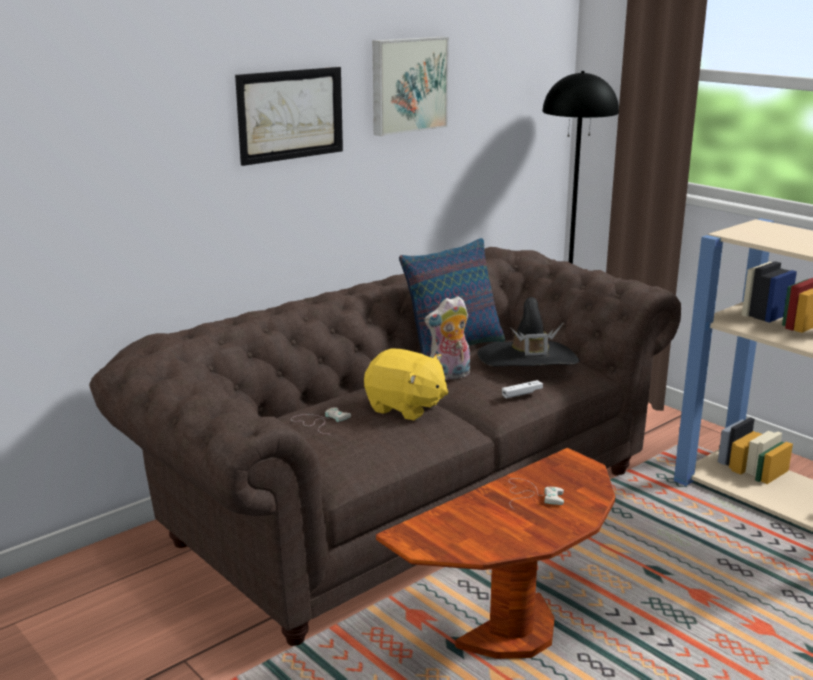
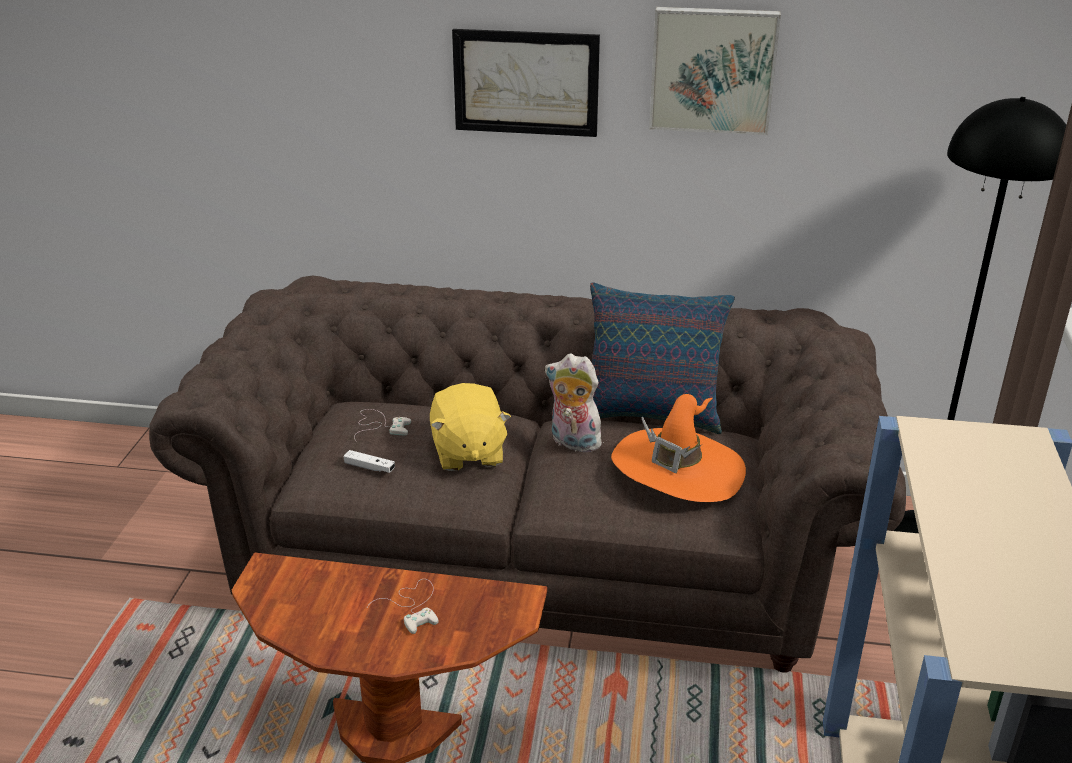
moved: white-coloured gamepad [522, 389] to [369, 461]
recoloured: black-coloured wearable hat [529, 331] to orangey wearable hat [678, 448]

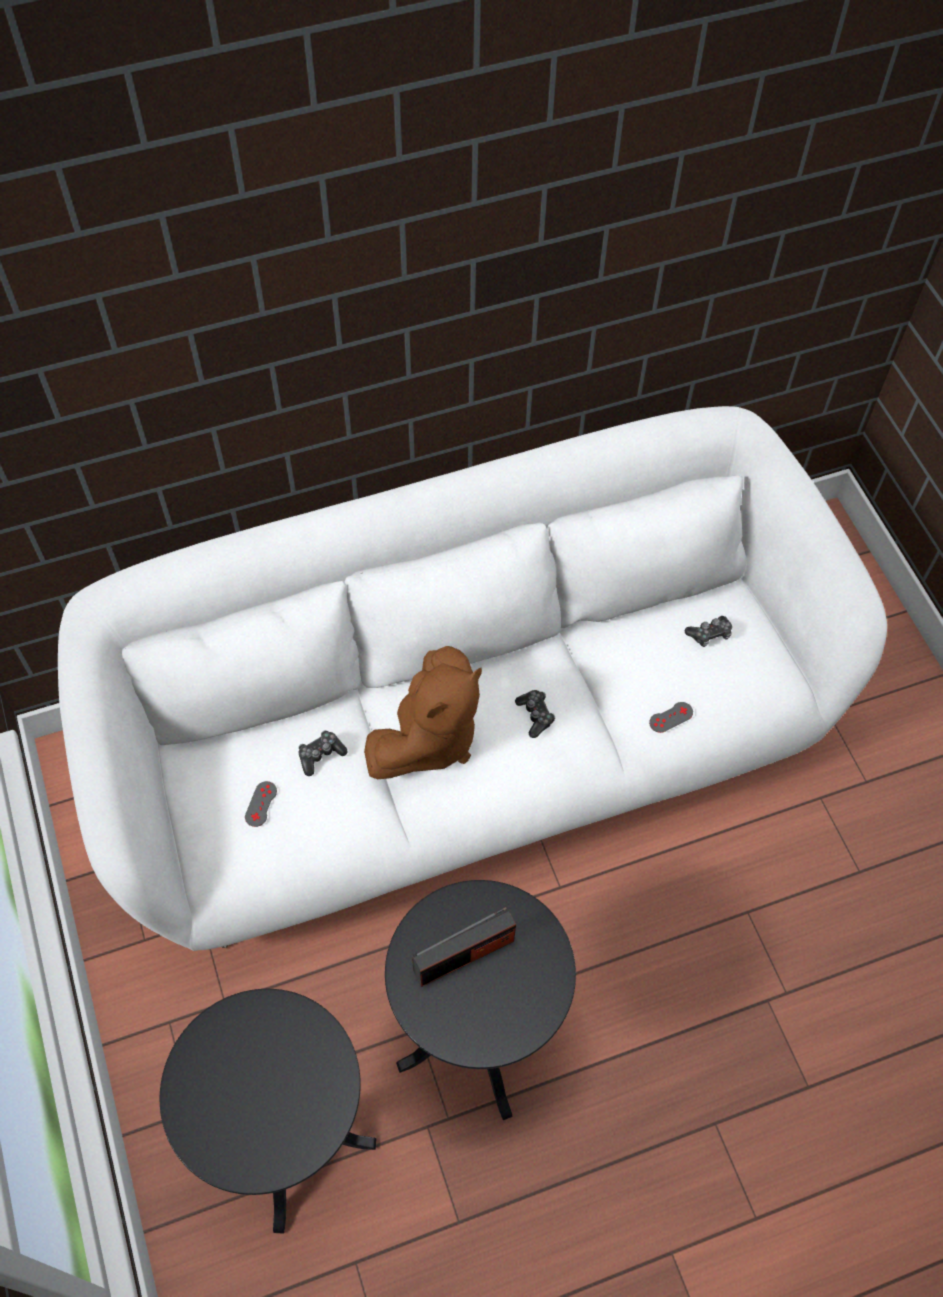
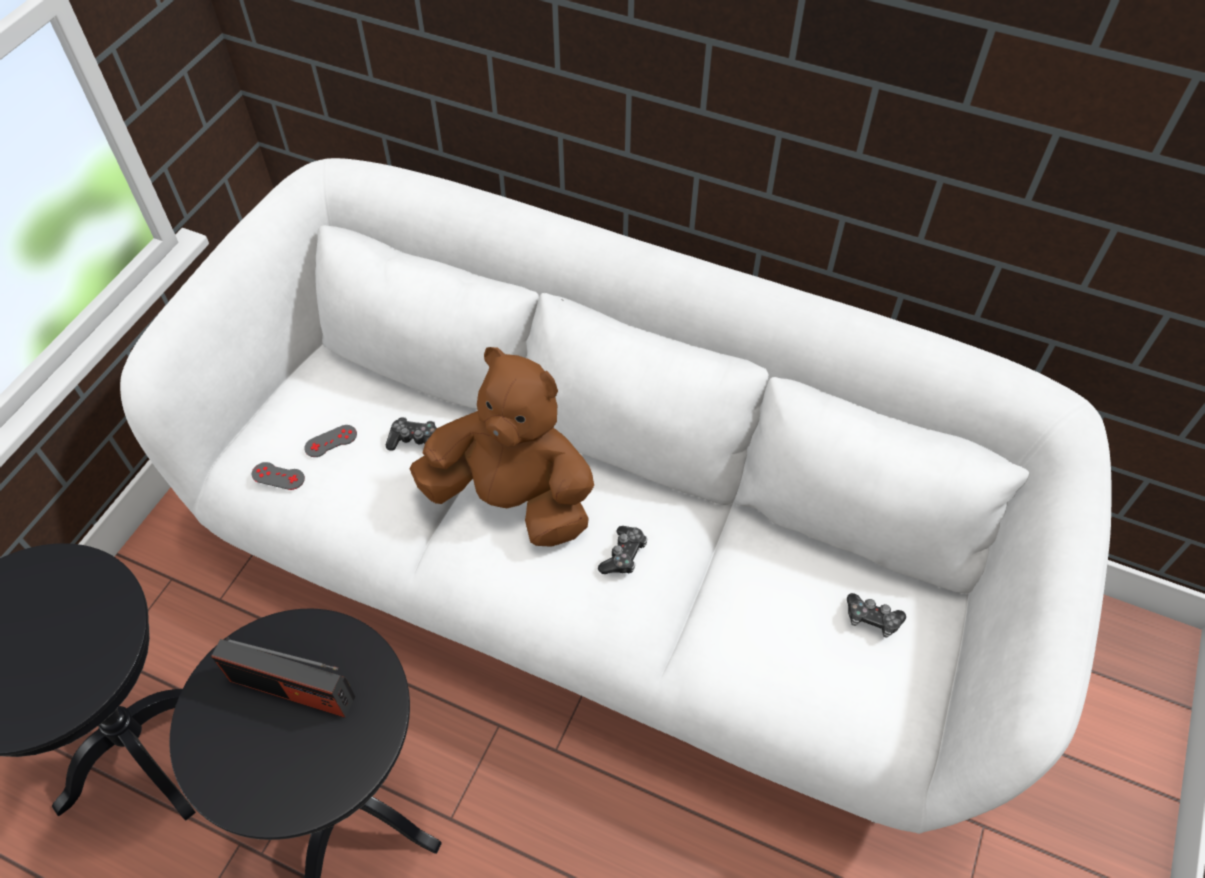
moved: grey gamepad [671, 717] to [278, 476]
turned: brownish plush toy [423, 712] = [502, 447] 150 degrees counterclockwise

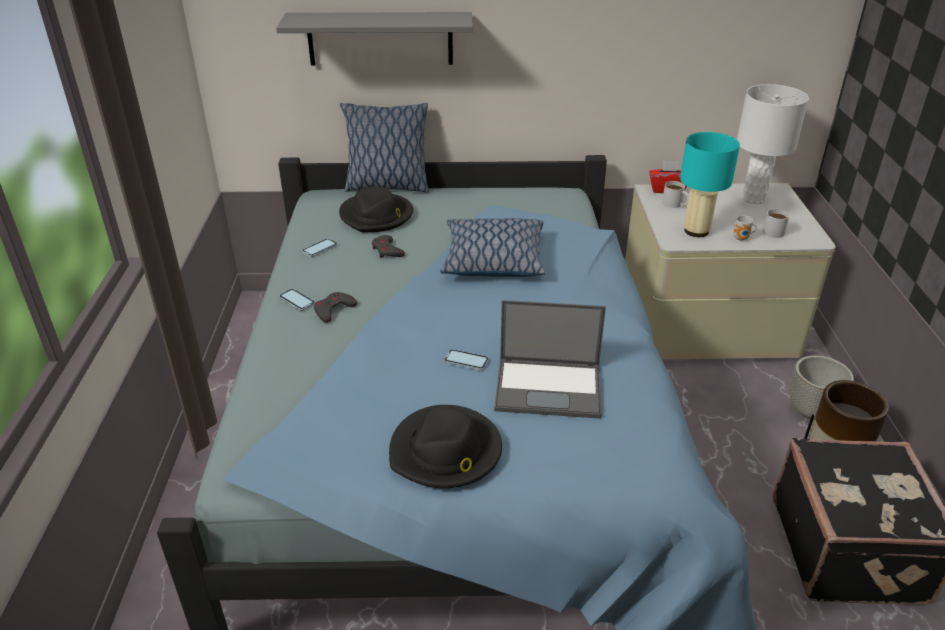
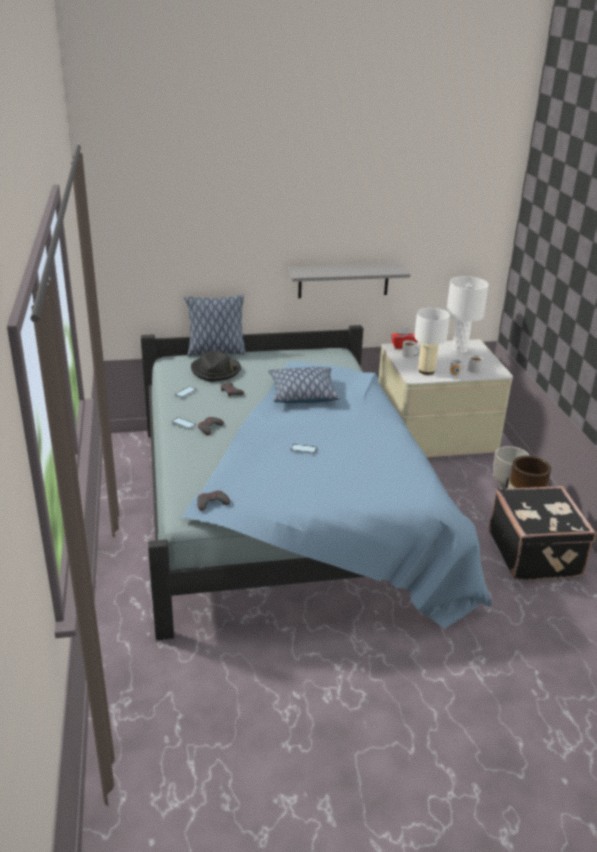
removed: black-coloured wearable hat [445, 446]; laptop [550, 359]
added: grey gamepad [213, 501]
moved: grey bracket shelf [374, 39] to [348, 280]
recoloured: blue-green lamp for a table [710, 184] to white-coloured lamp for a table [432, 341]

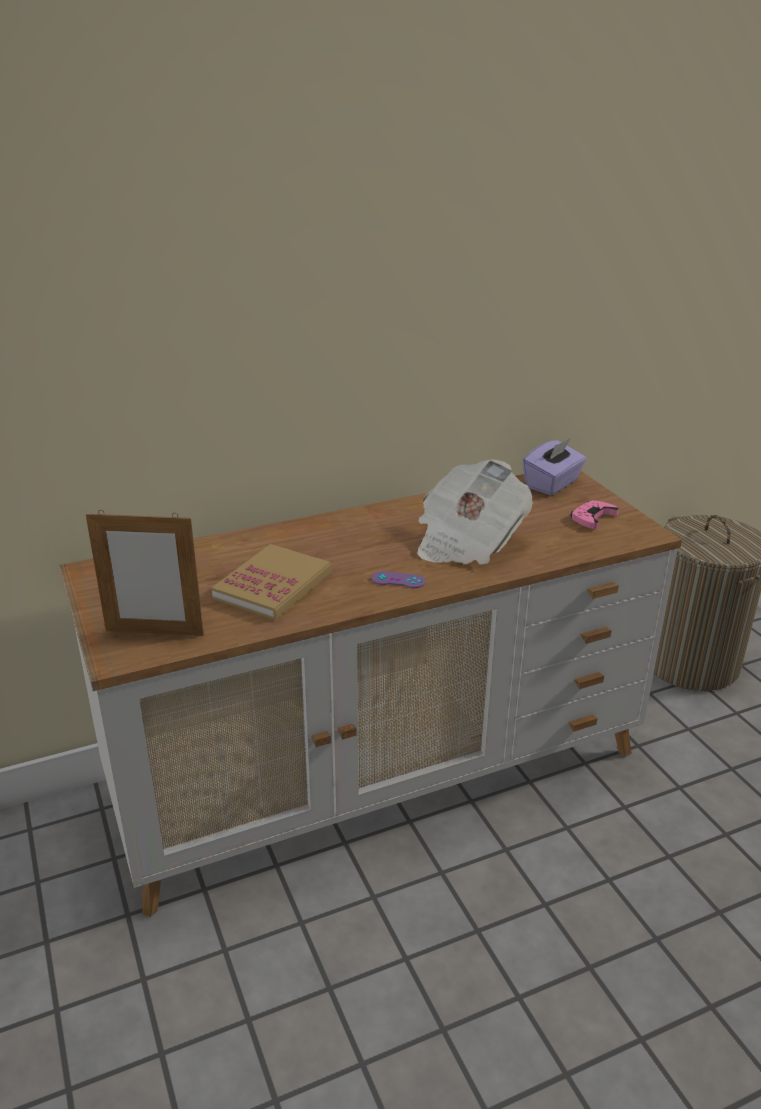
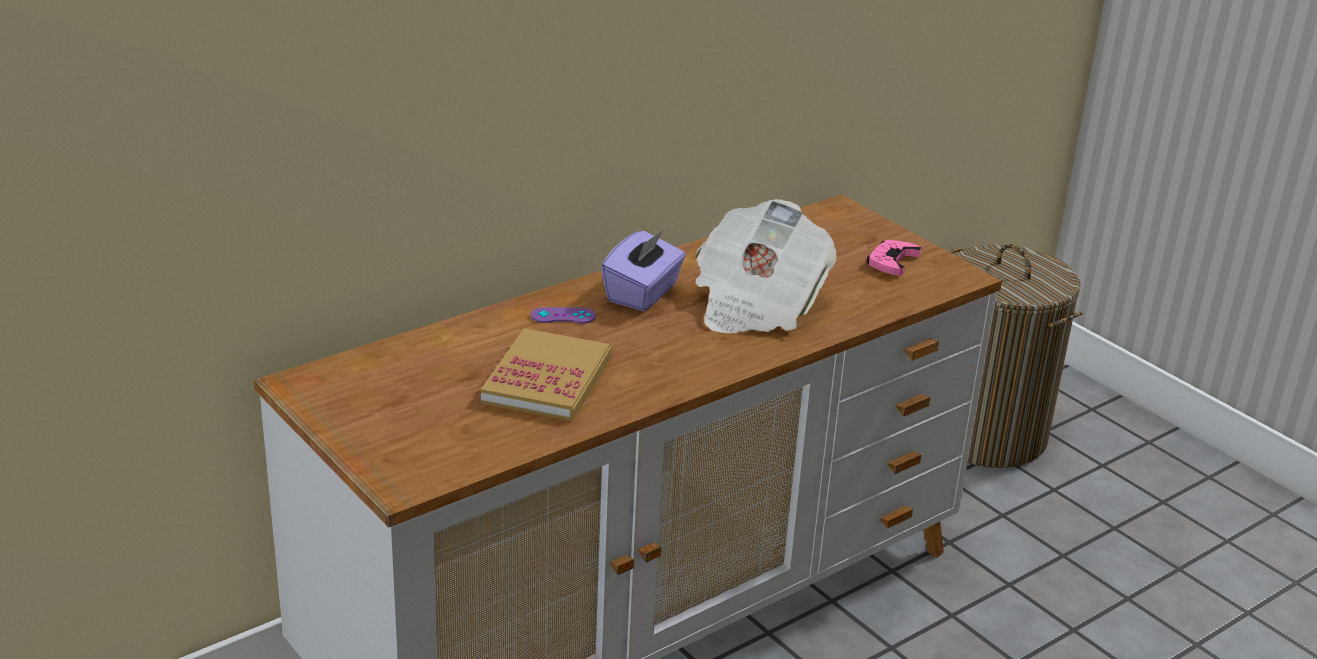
removed: photo frame [145, 573]
moved: purple-coloured gamepad [398, 579] to [563, 315]; purple-coloured tissue box [554, 466] to [643, 270]

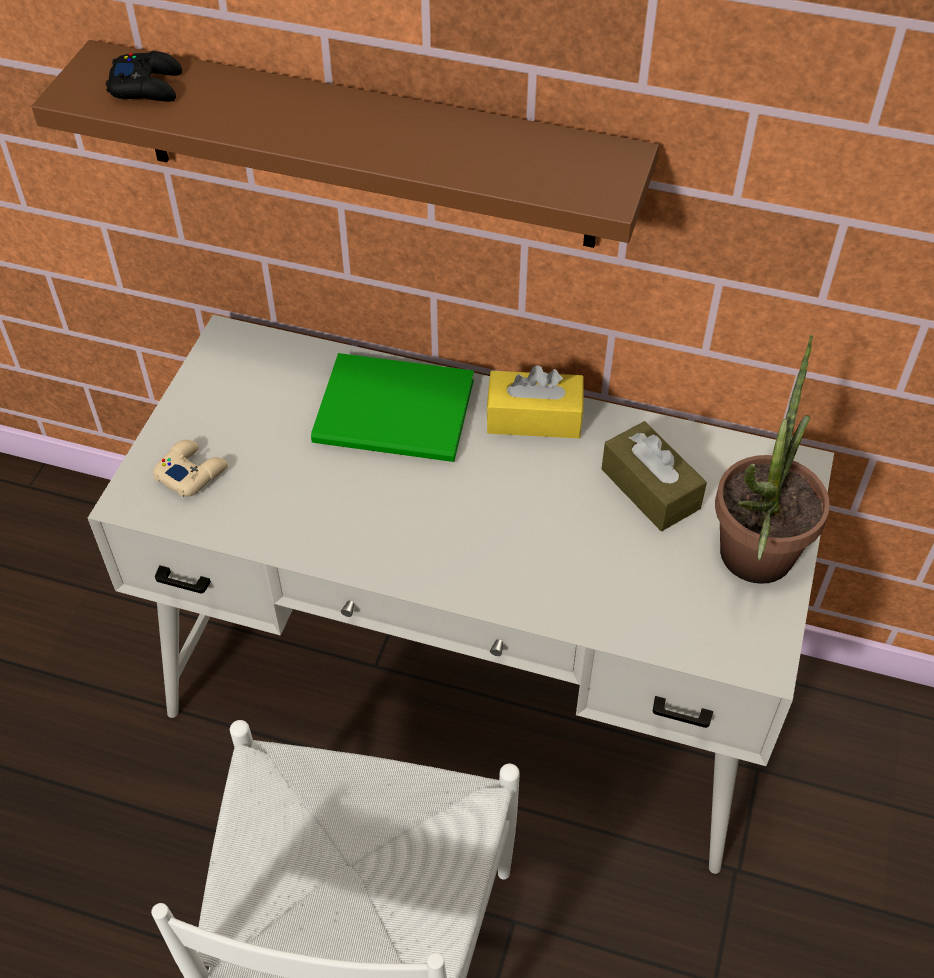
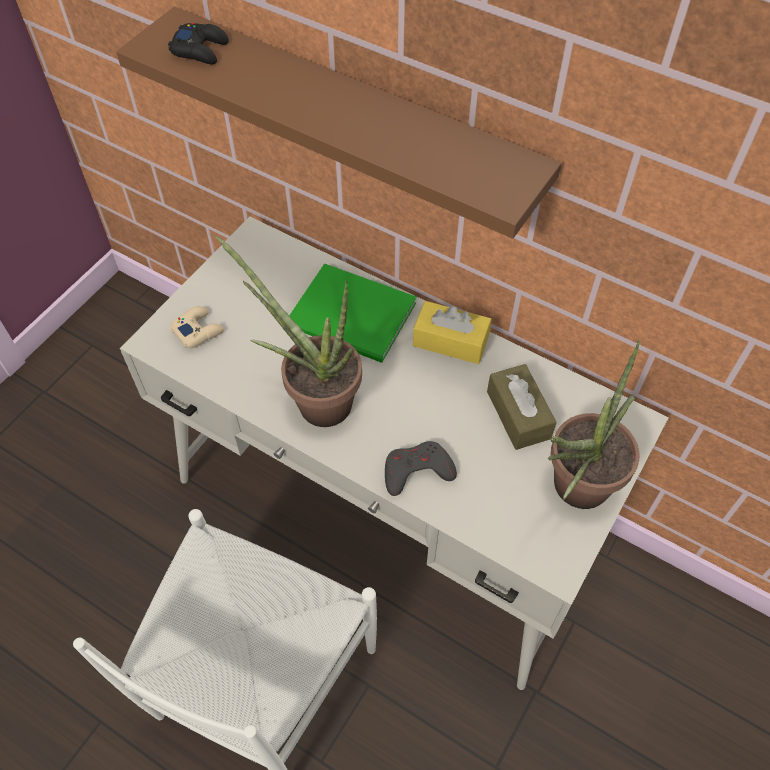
added: plant in a pot [288, 331]; grey gamepad [421, 468]

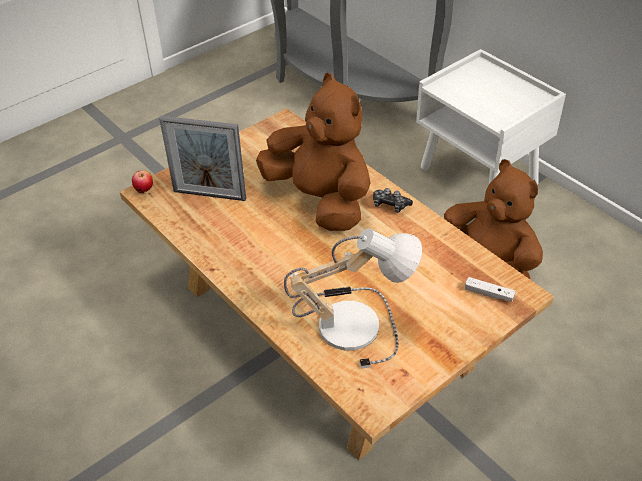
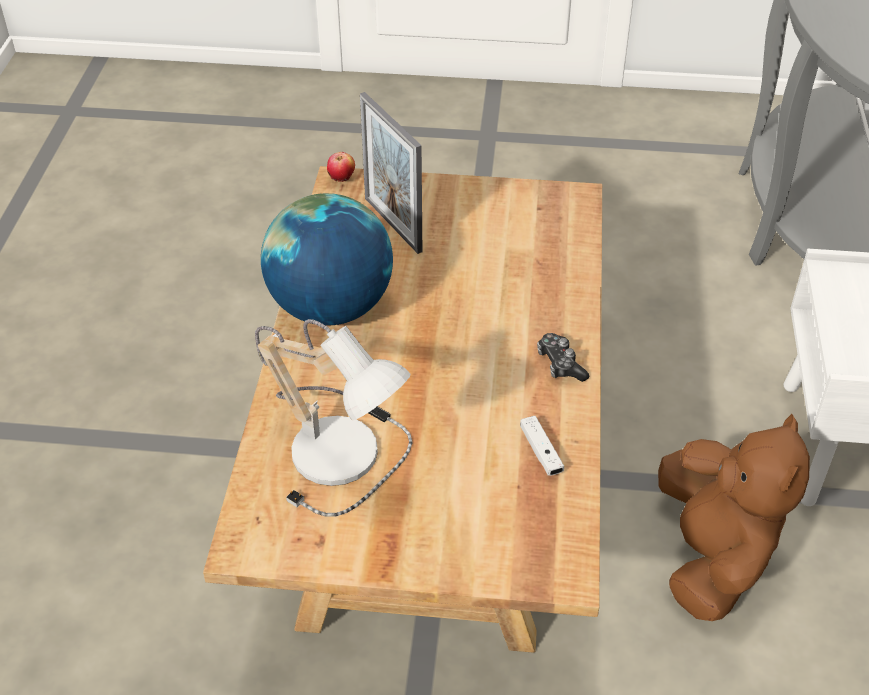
removed: brownish plush toy [313, 152]
added: desk globe [327, 259]
moved: white-coloured gamepad [490, 289] to [542, 446]

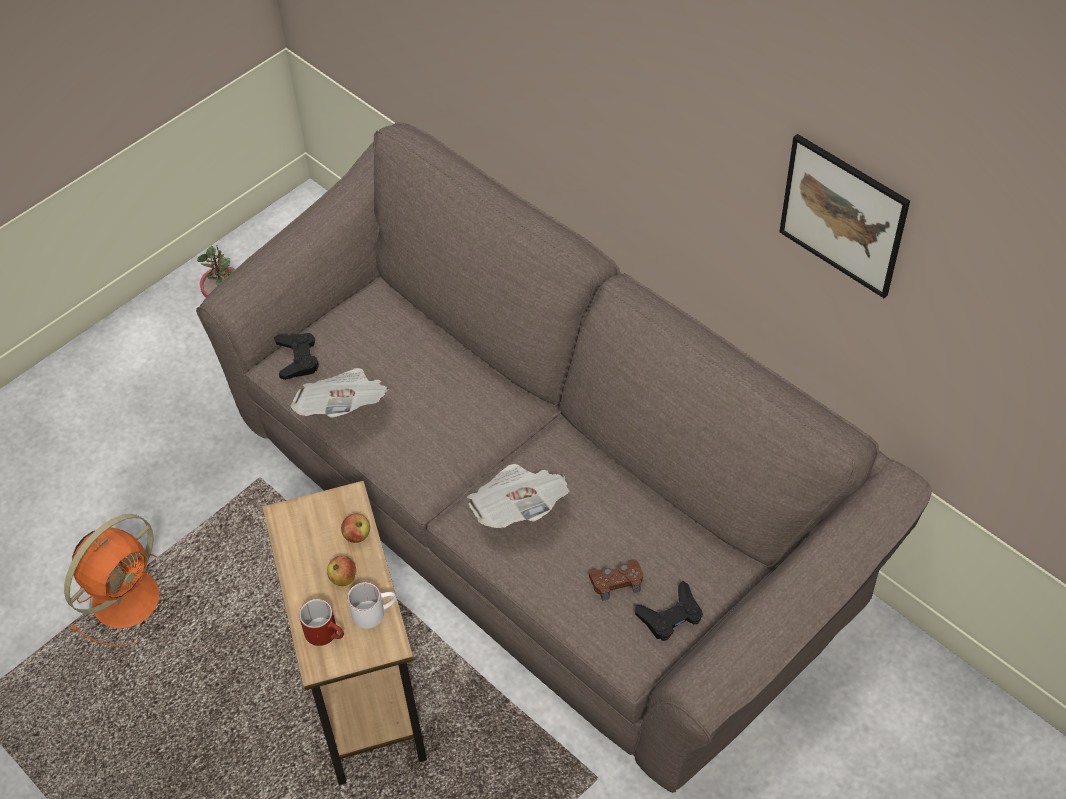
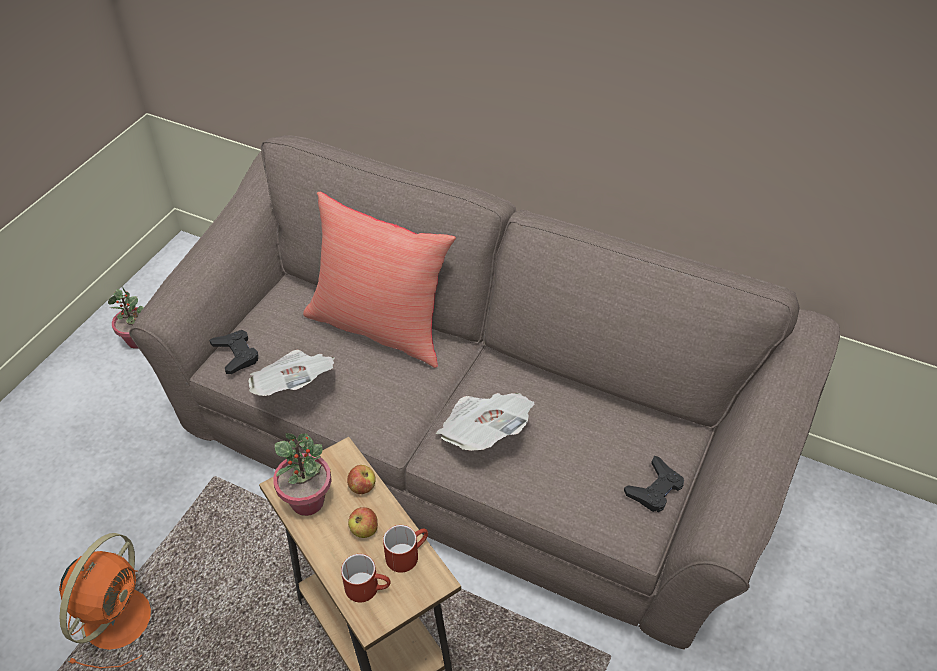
removed: brownish gamepad [616, 580]; wall art [844, 216]
added: plant in a pot [302, 474]; red pillow [379, 280]
recoloured: white-coloured coffee mug [371, 605] to red coffee mug [405, 549]

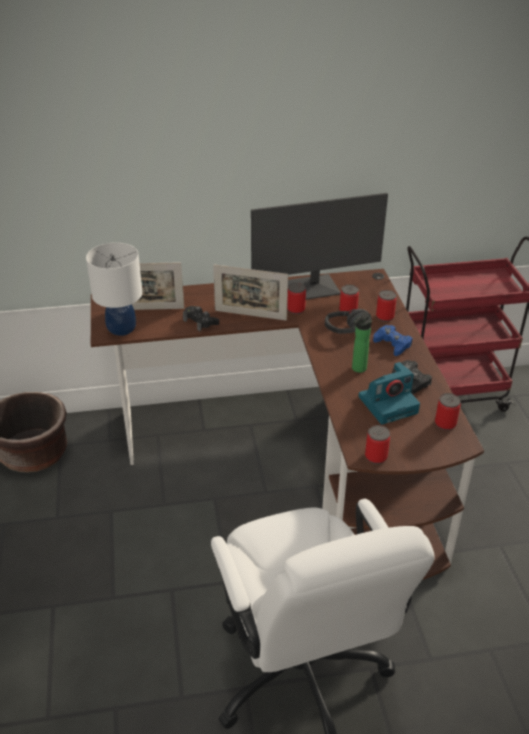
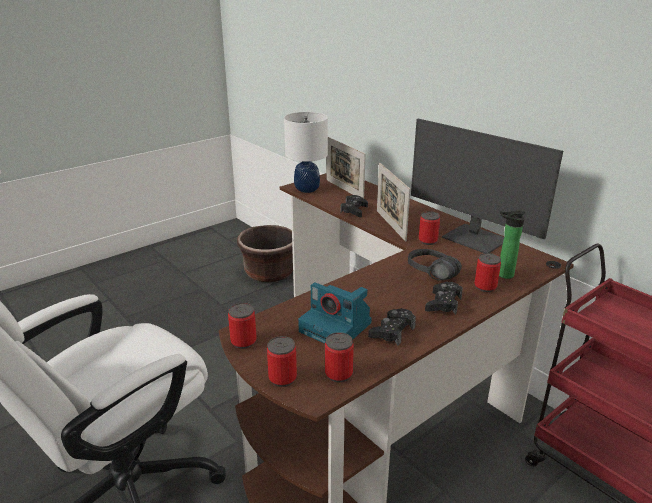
moved: can [349, 299] to [282, 361]; bottle [362, 342] to [512, 244]
recoloured: bluish gamepad [393, 340] to black-coloured gamepad [444, 298]

